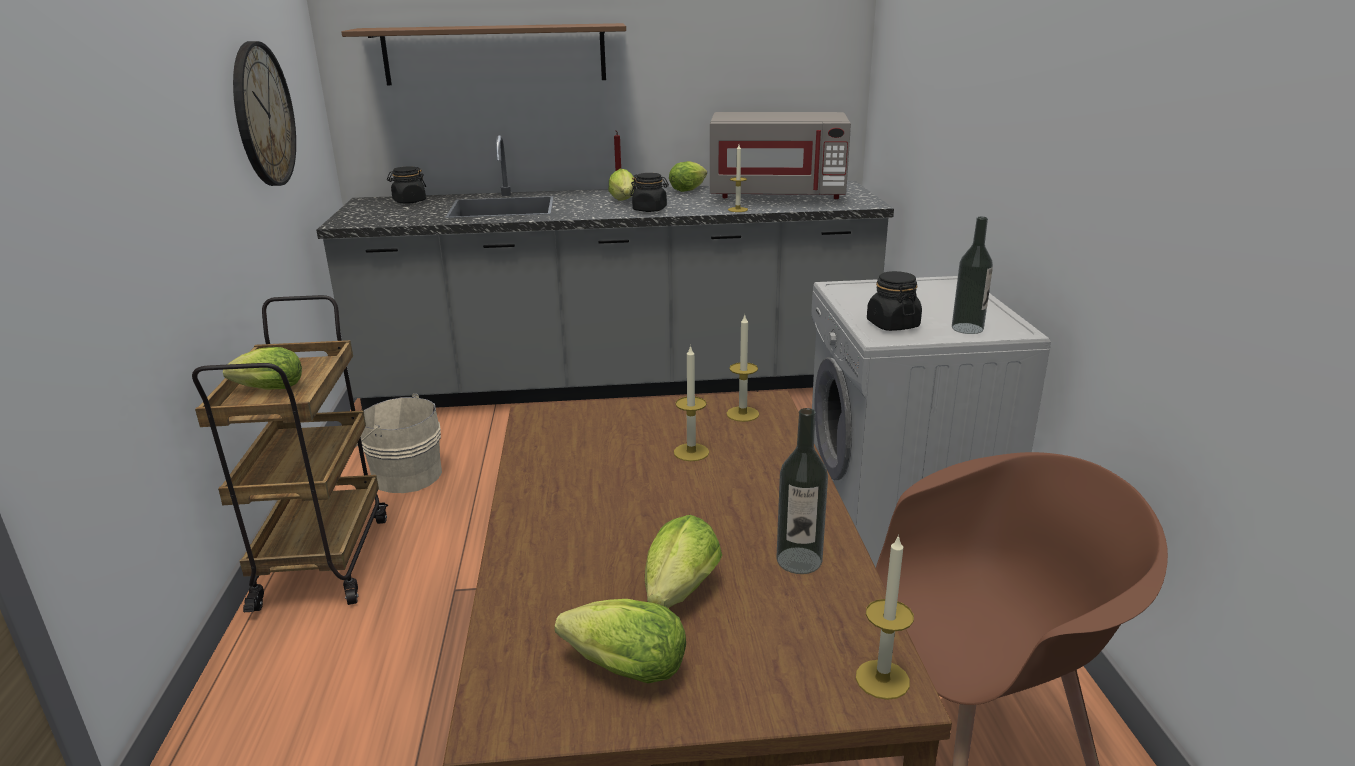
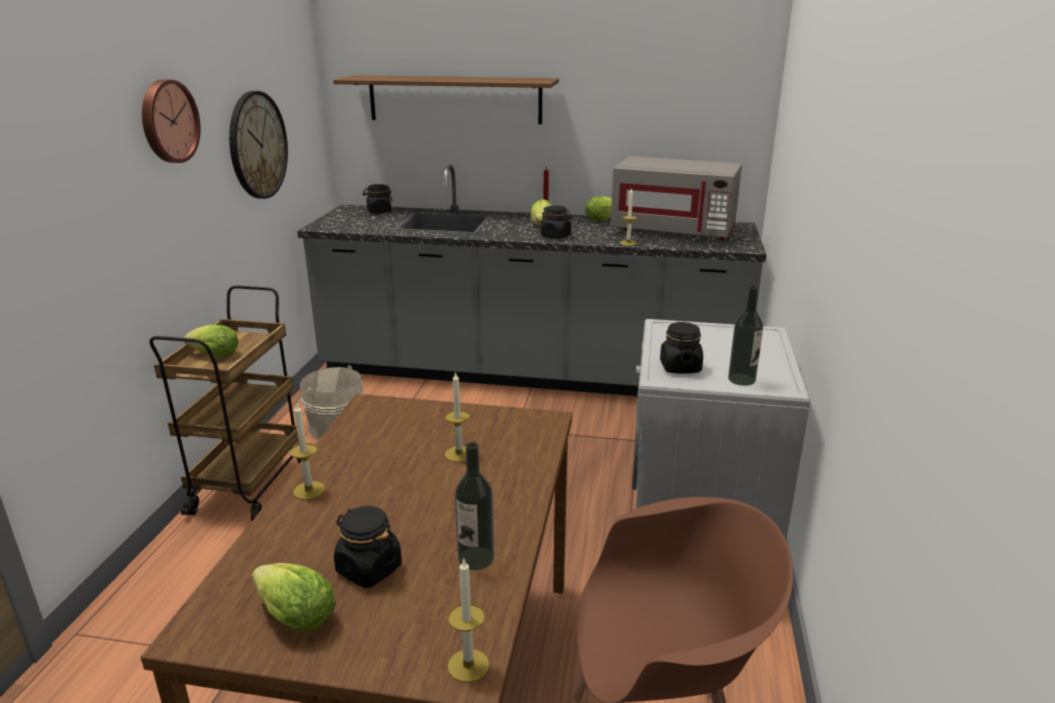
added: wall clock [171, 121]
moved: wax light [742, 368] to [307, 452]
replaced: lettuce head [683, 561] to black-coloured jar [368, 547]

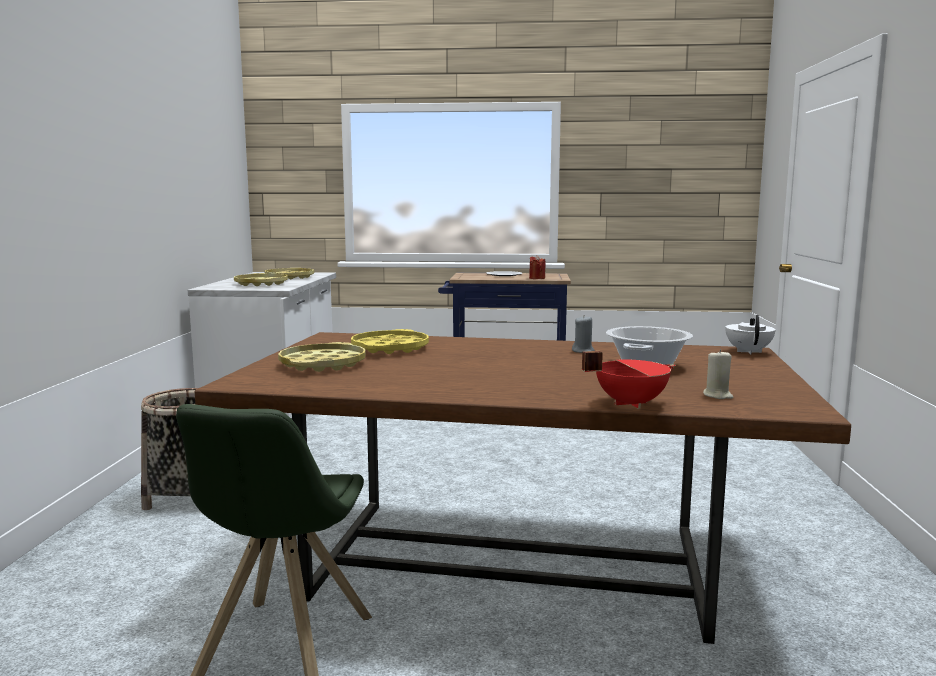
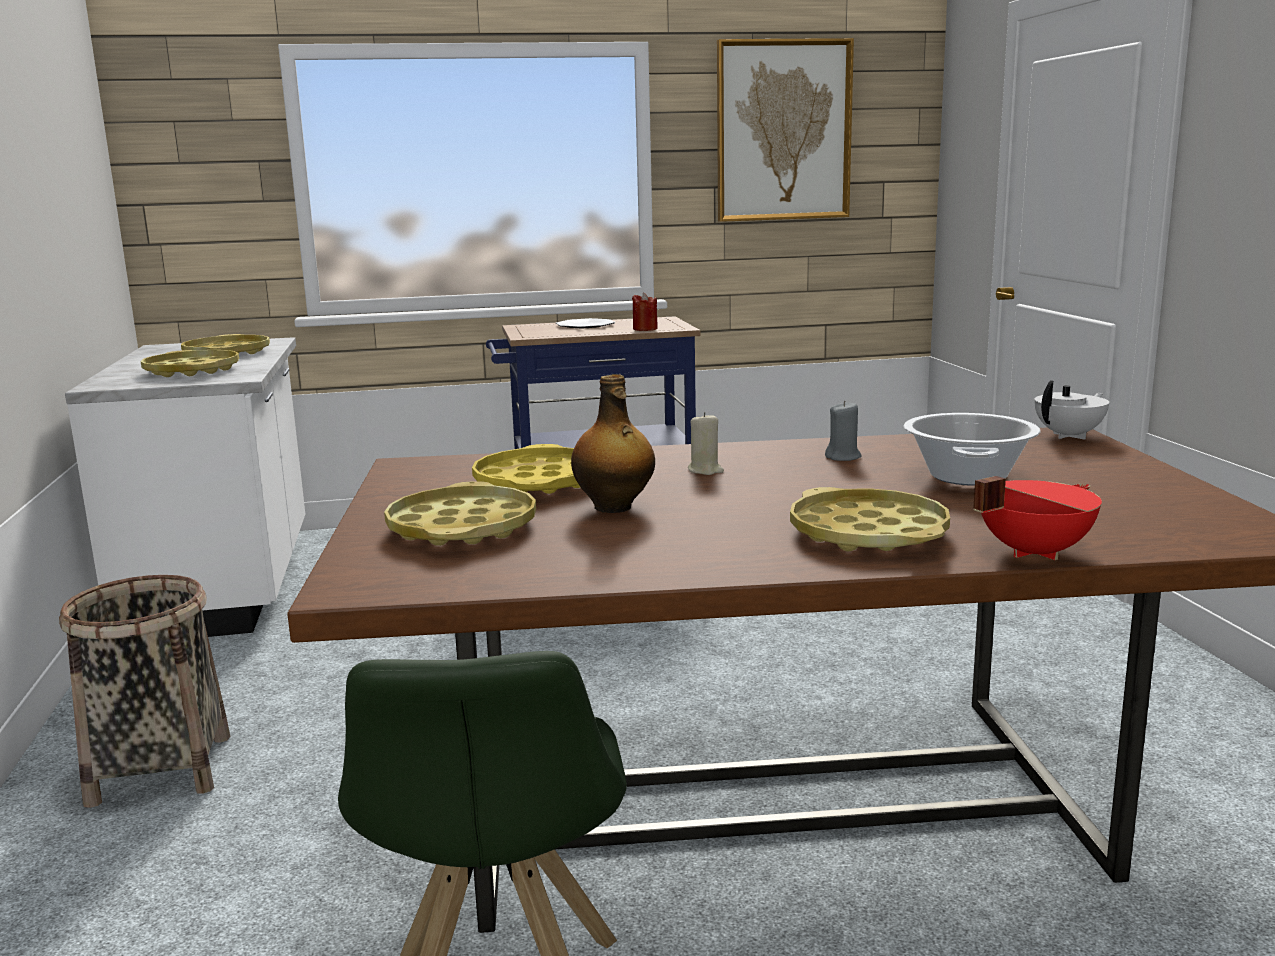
added: bottle [613, 443]; wall art [785, 130]; yellow-coloured carrying tray [870, 519]
moved: beige-coloured wax light [718, 374] to [706, 443]
turned: white-coloured tea pot [750, 334] = [1071, 410] 60 degrees clockwise

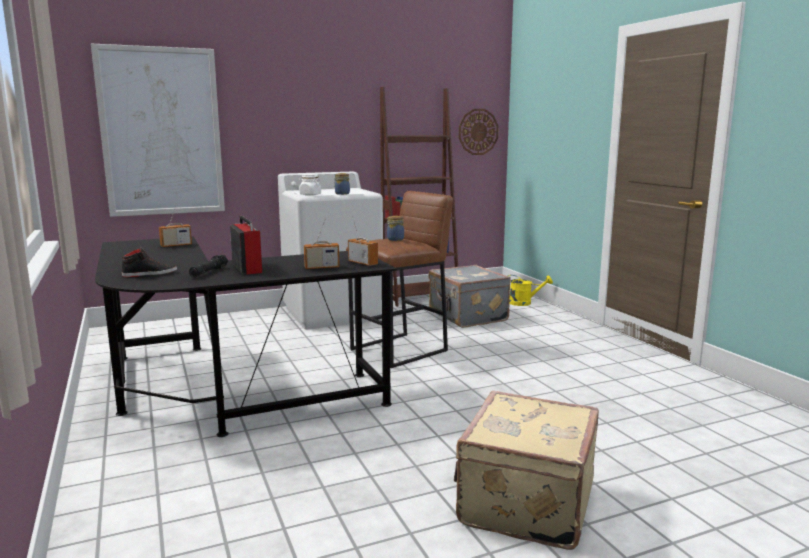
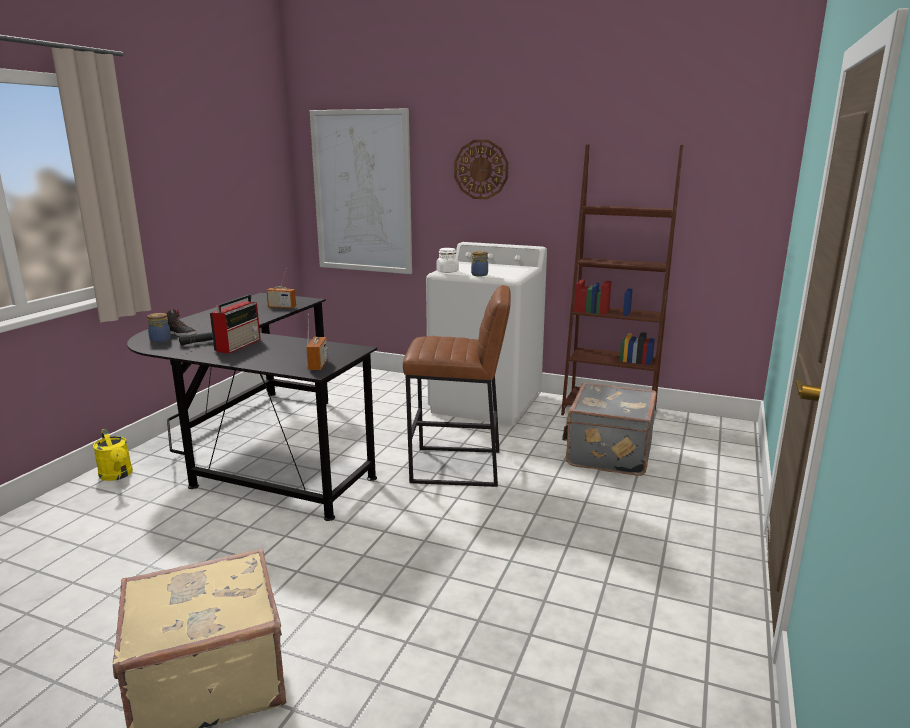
removed: radio [322, 243]
moved: jar [395, 228] to [159, 328]; wall clock [479, 132] to [481, 169]; yellow-coloured watering pot [530, 290] to [113, 455]

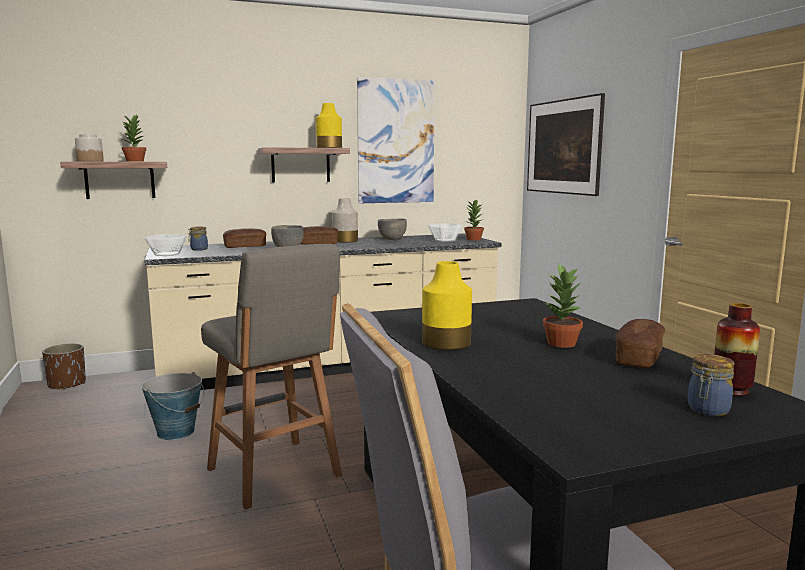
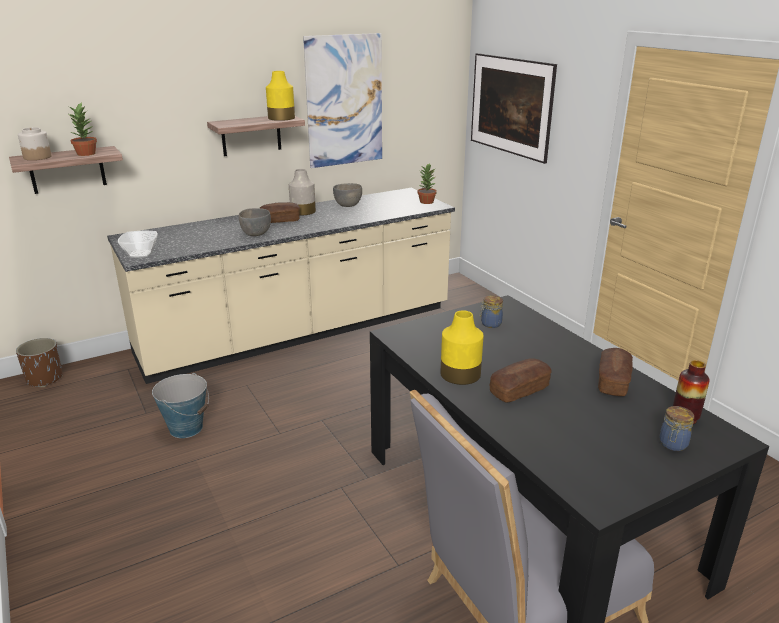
removed: grey stool [271, 377]; serving bowl [445, 232]; plant in a pot [563, 306]
moved: jar [198, 238] to [491, 311]; baked bread [244, 238] to [521, 381]

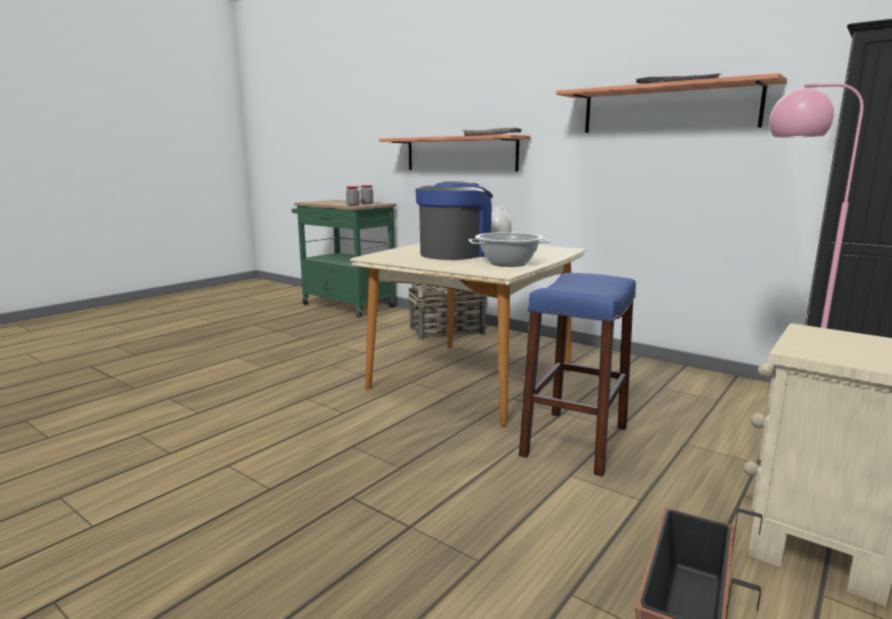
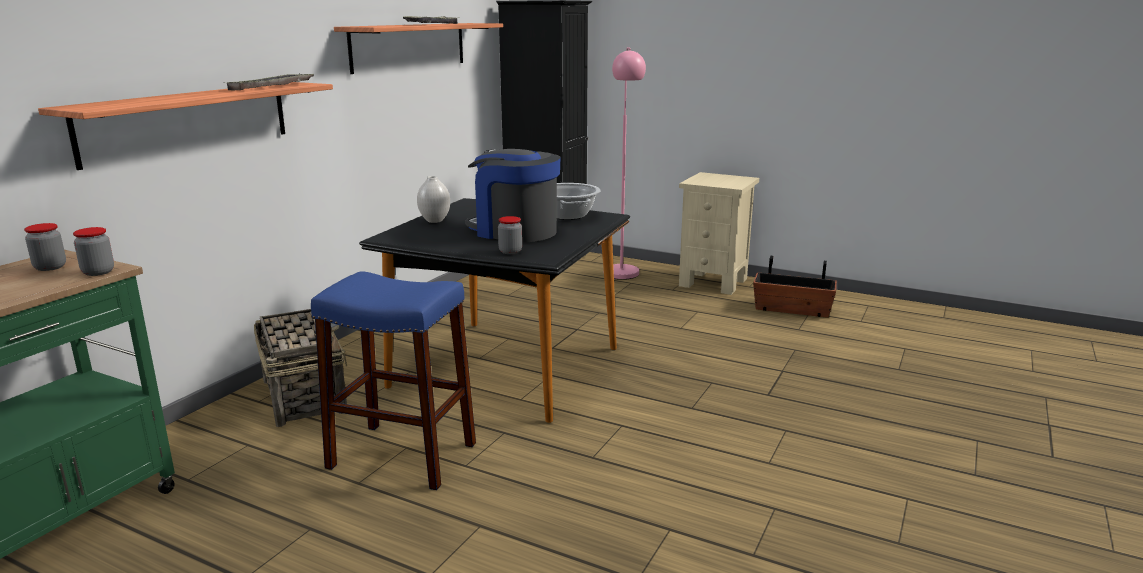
added: jar [510, 235]
moved: bluish stool [577, 375] to [393, 380]
recoloured: beige-coloured dining table [468, 334] to black-coloured dining table [494, 310]

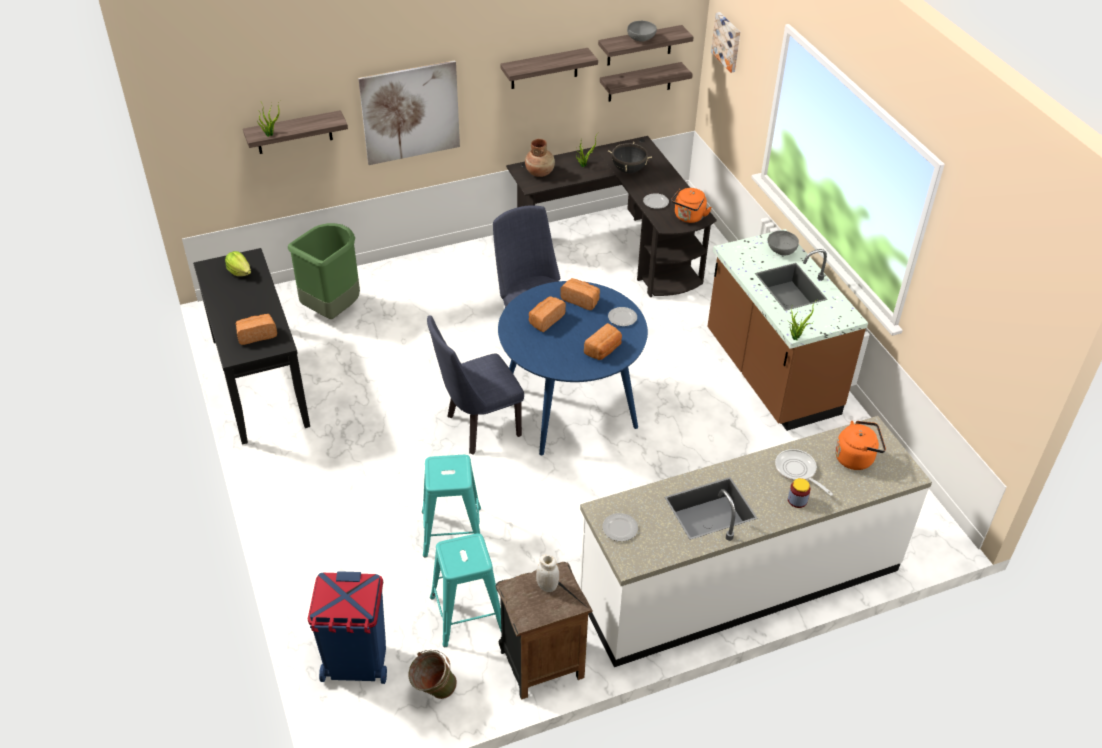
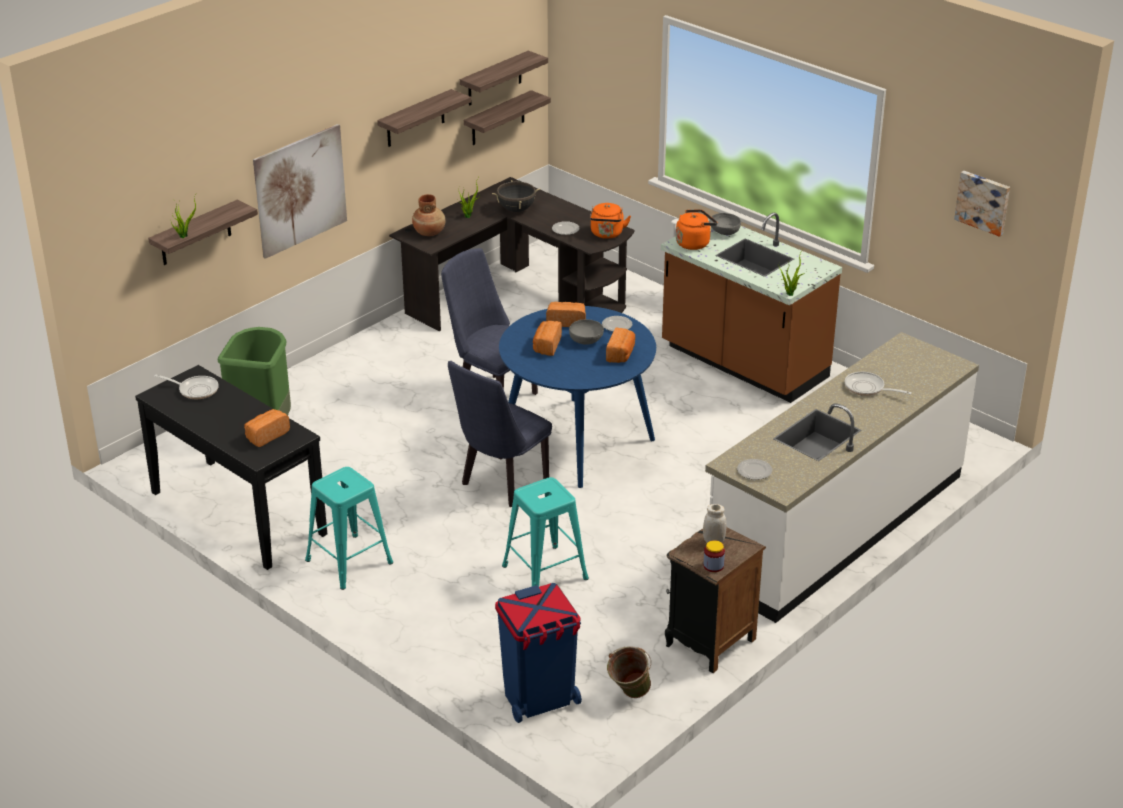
moved: blue-green stool [465, 590] to [349, 528]; grey serving bowl [642, 31] to [586, 332]; wall art [725, 42] to [982, 204]; jar [799, 493] to [714, 556]; orangey tea kettle [860, 445] to [697, 229]
replaced: lettuce head [238, 263] to frying pan [186, 387]

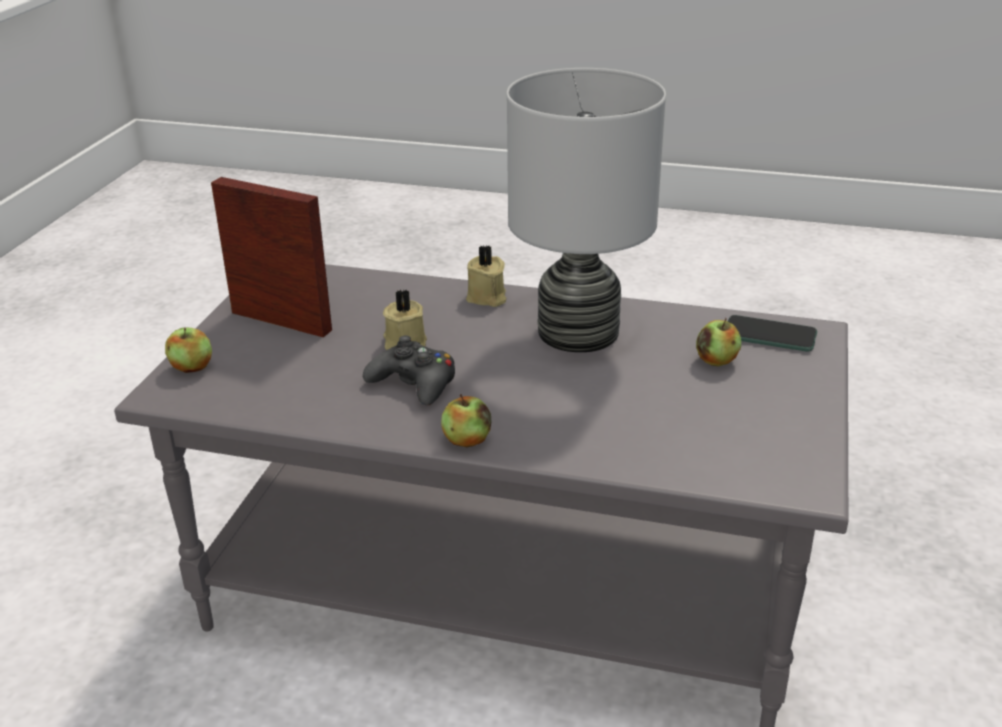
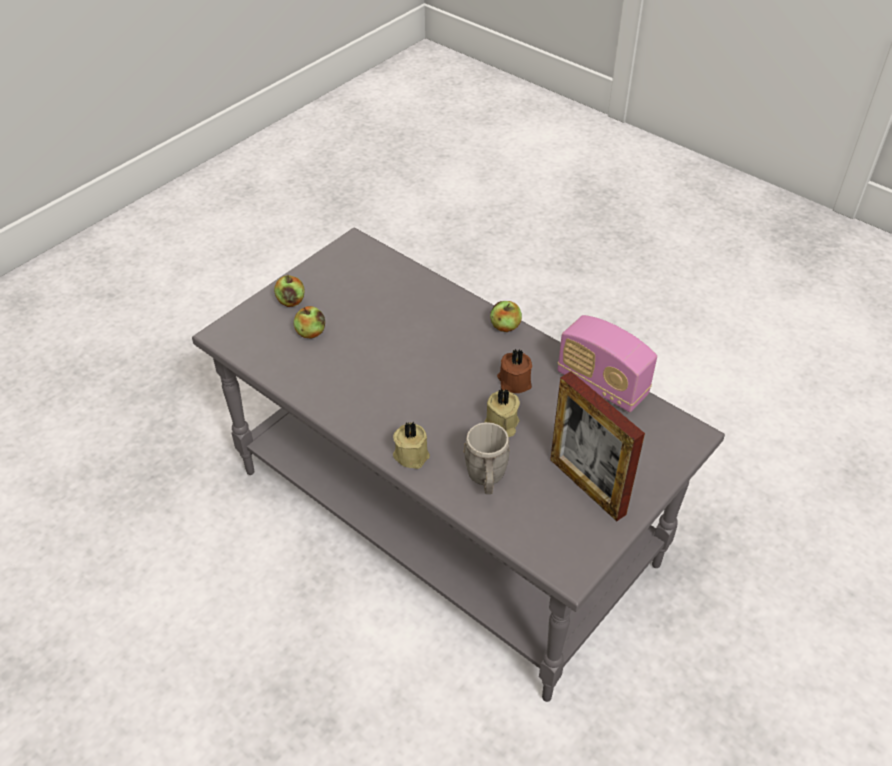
removed: grey lamp for a table [586, 210]; handset [772, 333]
added: grey coffee mug [486, 458]; radio [607, 363]
moved: apple [188, 350] to [289, 290]
replaced: black-coloured gamepad [409, 370] to brownish wax light [514, 371]

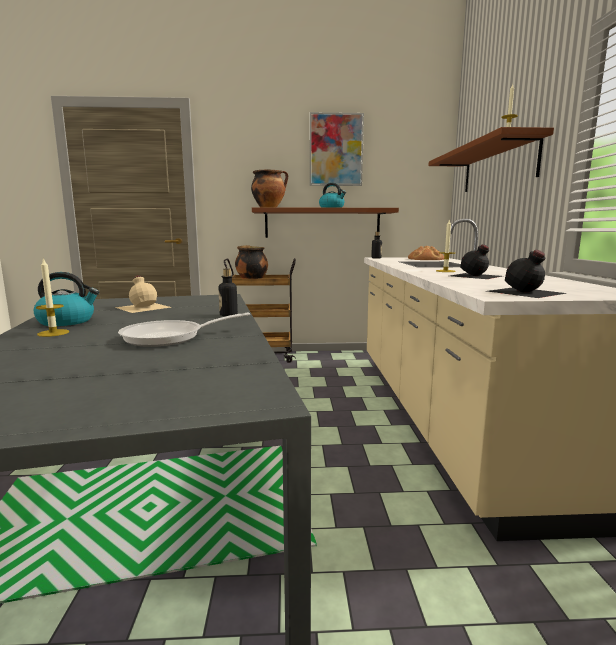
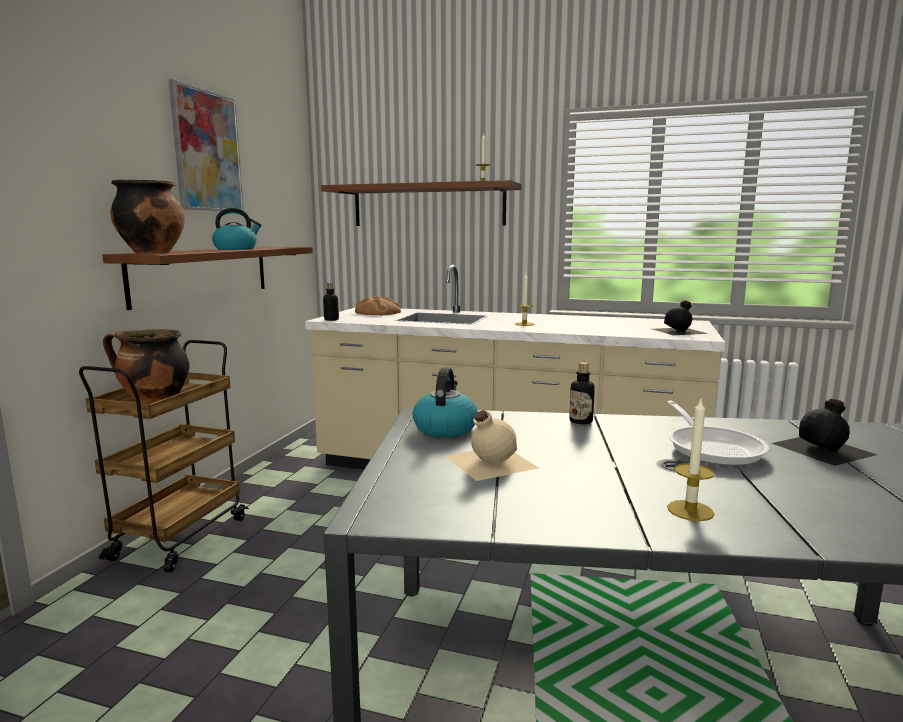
moved: tea kettle [66, 299] to [445, 402]; black-coloured bottle [476, 261] to [824, 432]

